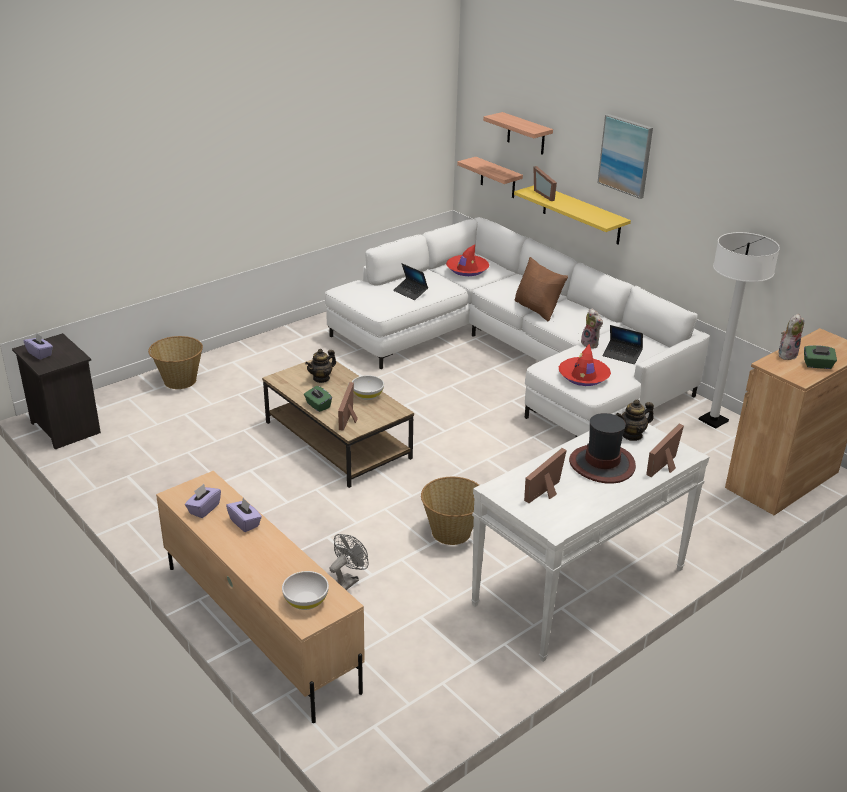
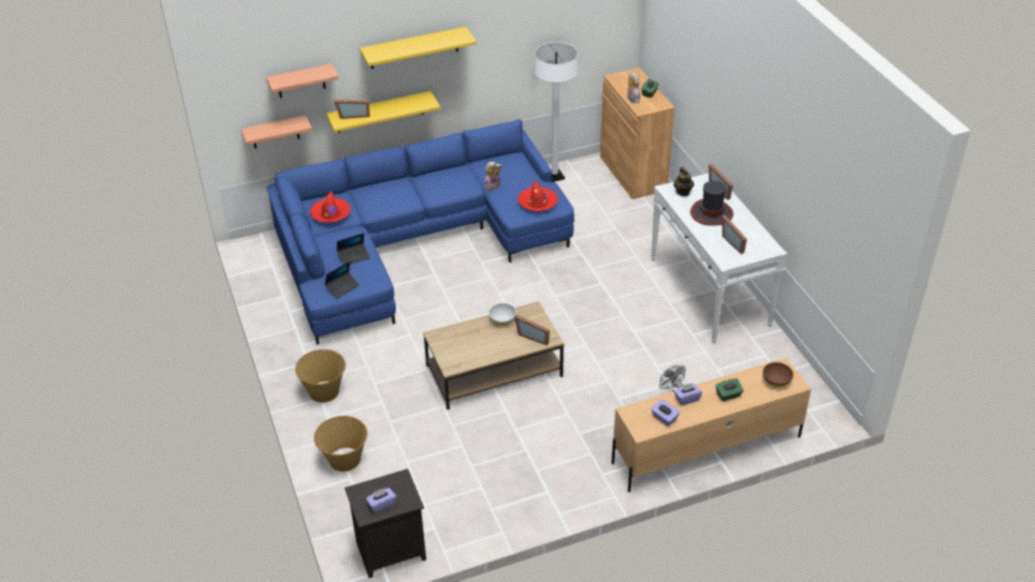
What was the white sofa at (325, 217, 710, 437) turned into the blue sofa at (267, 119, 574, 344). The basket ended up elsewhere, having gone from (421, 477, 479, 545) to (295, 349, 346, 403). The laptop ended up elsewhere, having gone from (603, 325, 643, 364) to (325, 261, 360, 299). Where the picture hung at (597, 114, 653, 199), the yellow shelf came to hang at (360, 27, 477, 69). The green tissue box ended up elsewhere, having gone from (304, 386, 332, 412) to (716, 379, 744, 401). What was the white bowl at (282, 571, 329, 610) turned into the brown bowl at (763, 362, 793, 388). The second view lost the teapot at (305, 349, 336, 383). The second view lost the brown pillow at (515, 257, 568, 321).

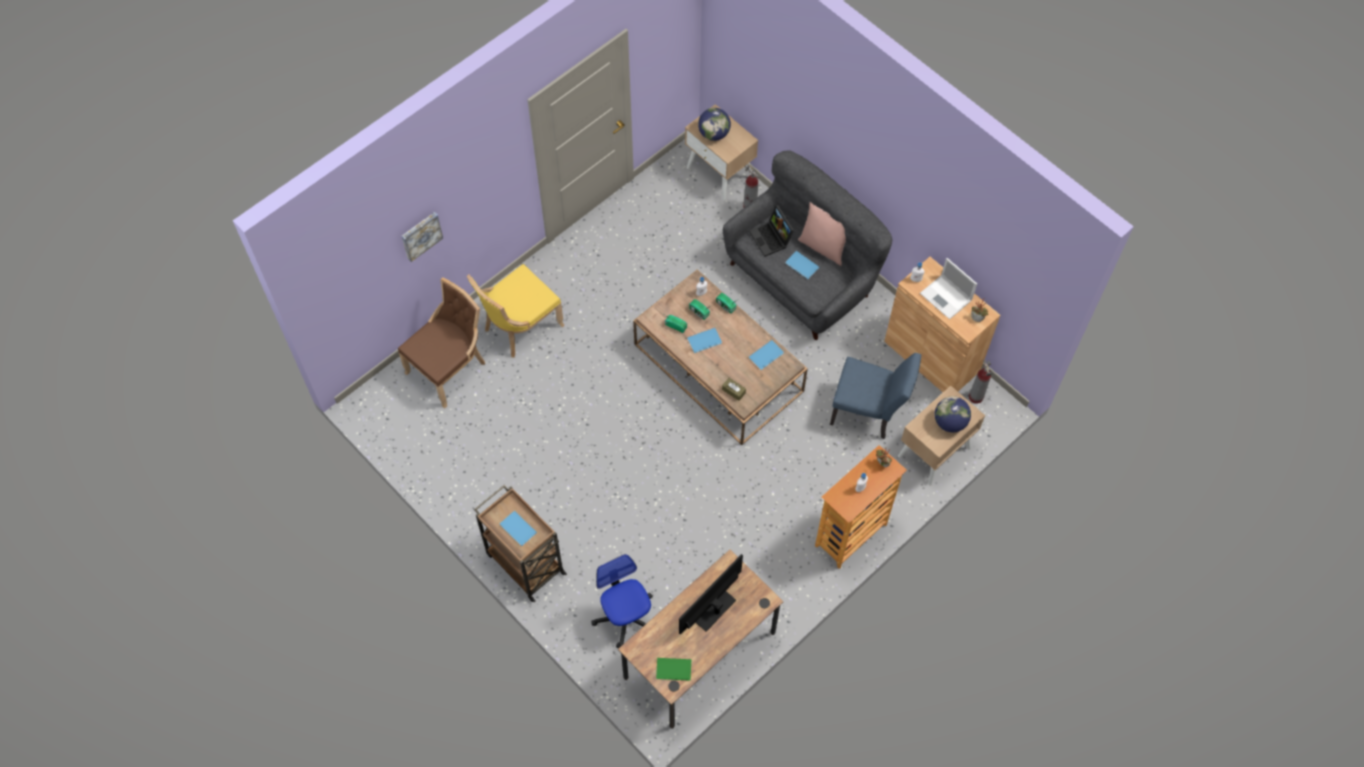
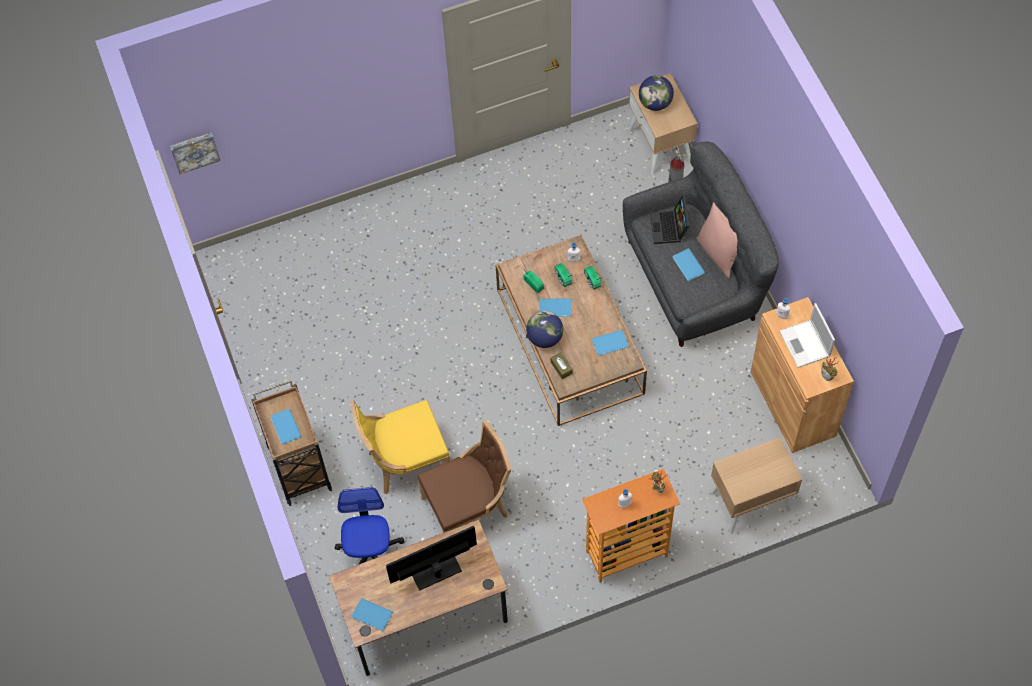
The picture ended up elsewhere, having gone from (402, 212, 443, 262) to (170, 132, 220, 174). The yellow chair ended up elsewhere, having gone from (467, 264, 565, 358) to (350, 400, 450, 495). What was the green book at (656, 658, 691, 681) turned into the blue book at (352, 598, 393, 631). The brown chair ended up elsewhere, having gone from (398, 277, 485, 409) to (418, 421, 512, 533). The globe ended up elsewhere, having gone from (935, 396, 971, 432) to (526, 311, 563, 348). The second view lost the blue chair at (830, 353, 921, 439). The second view lost the fire extinguisher at (969, 359, 992, 404).

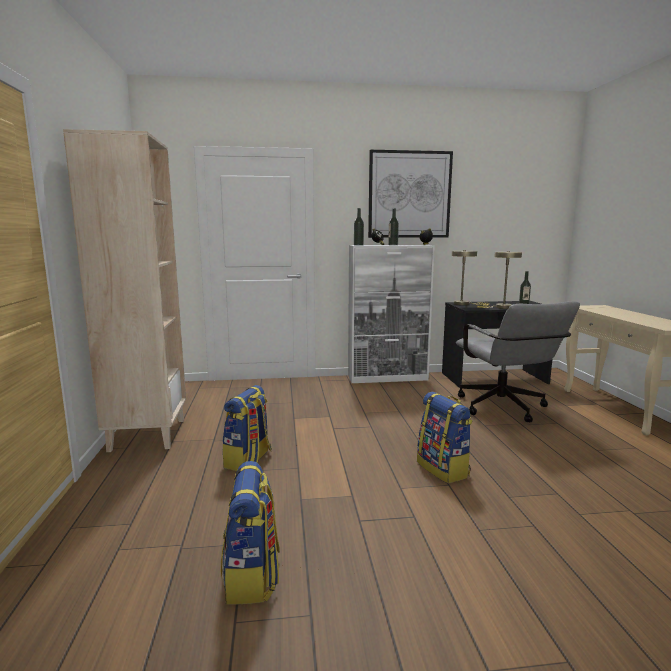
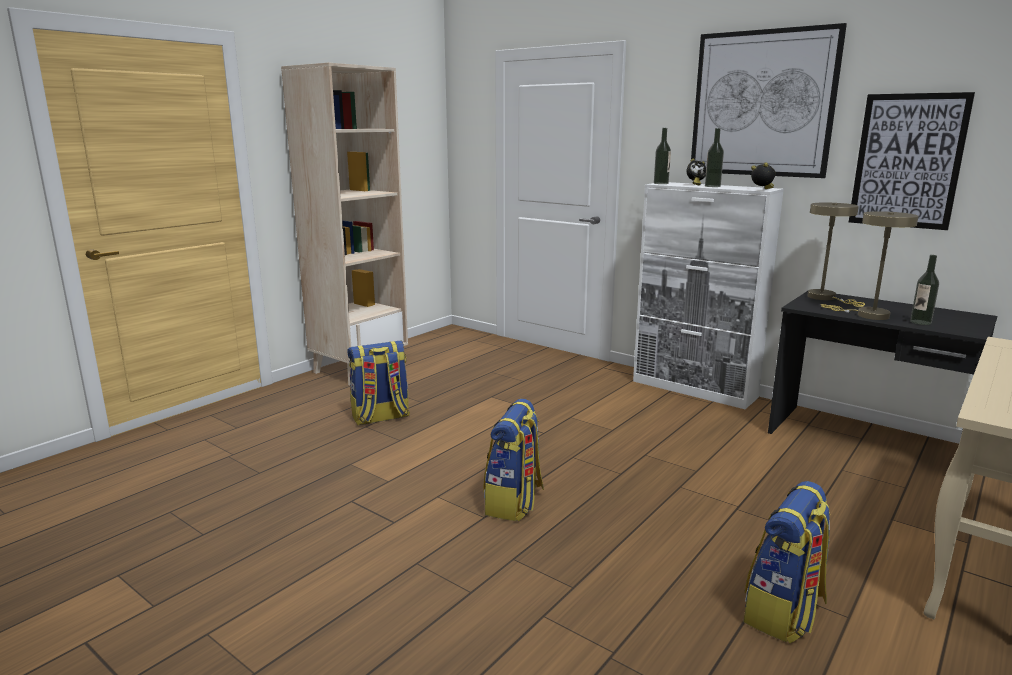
The backpack ended up elsewhere, having gone from (221, 461, 280, 604) to (743, 481, 830, 644). The second view gained the picture at (849, 92, 975, 230). The second view lost the grey office chair at (456, 301, 580, 422).

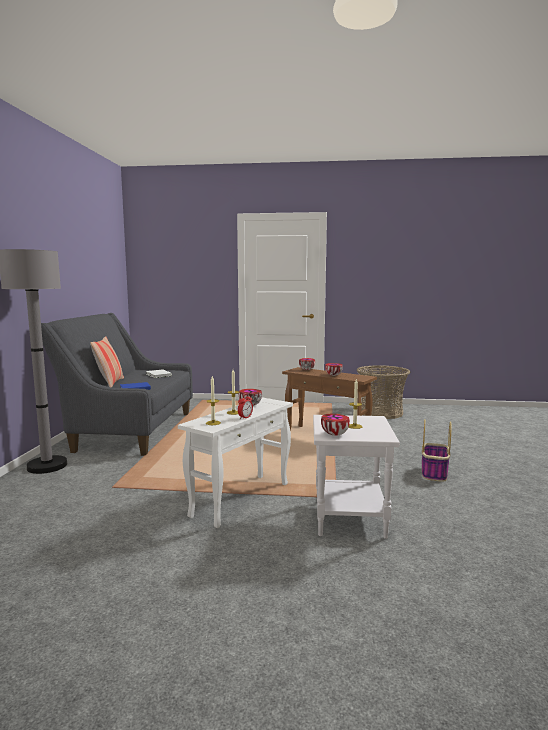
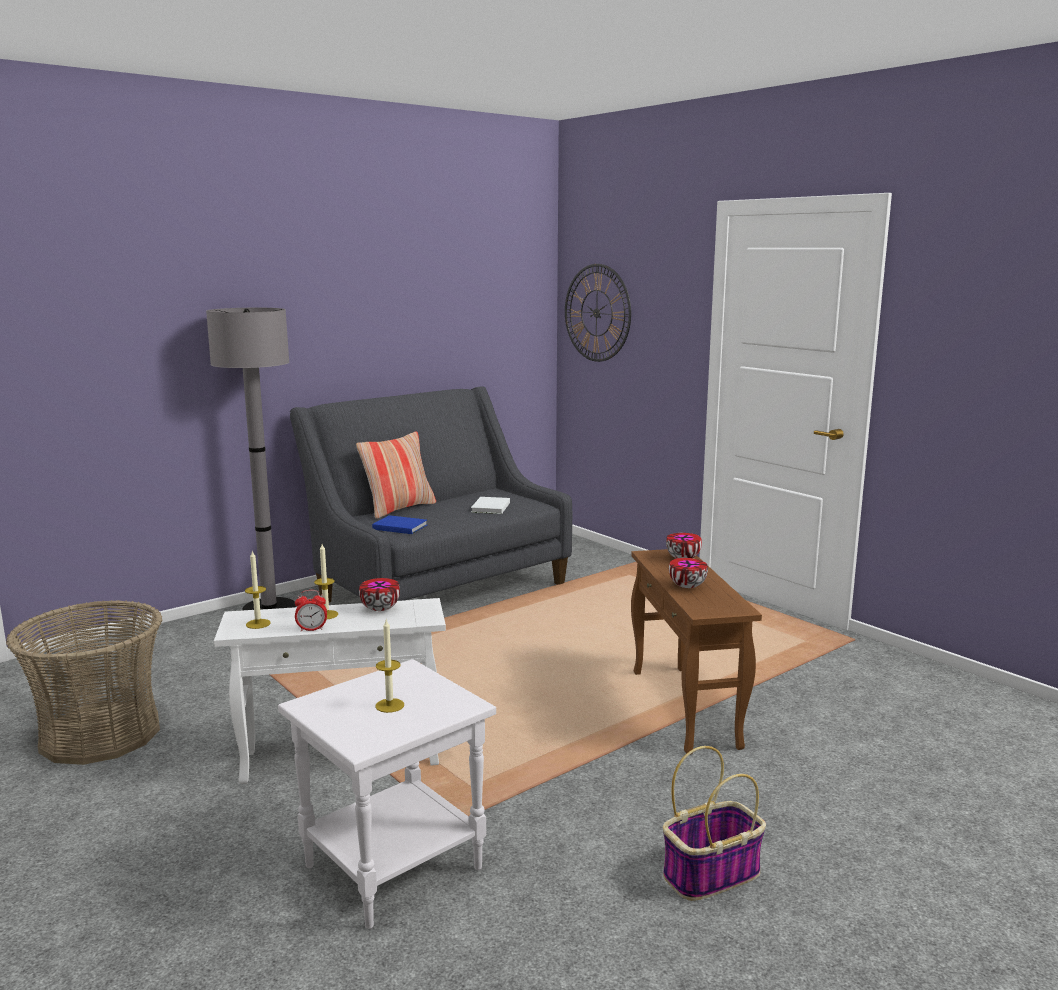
The basket ended up elsewhere, having gone from (357, 365, 410, 419) to (6, 600, 162, 765). The second view gained the wall clock at (565, 264, 631, 362). The second view lost the bowl at (321, 413, 350, 436).

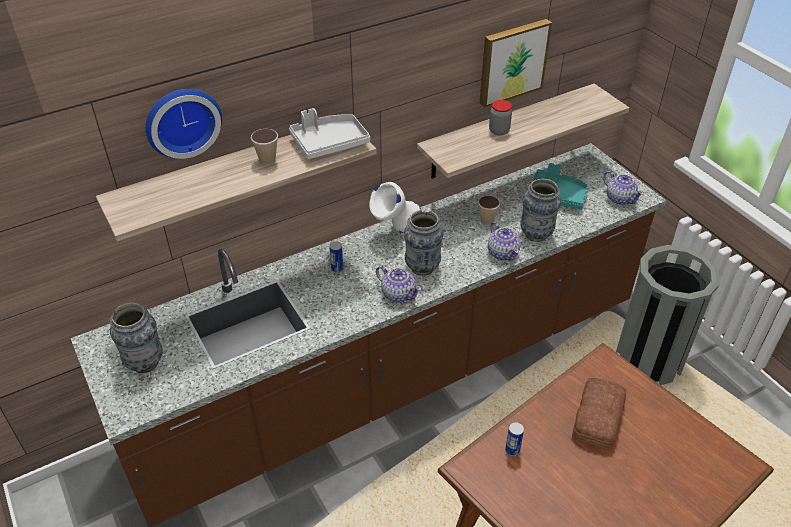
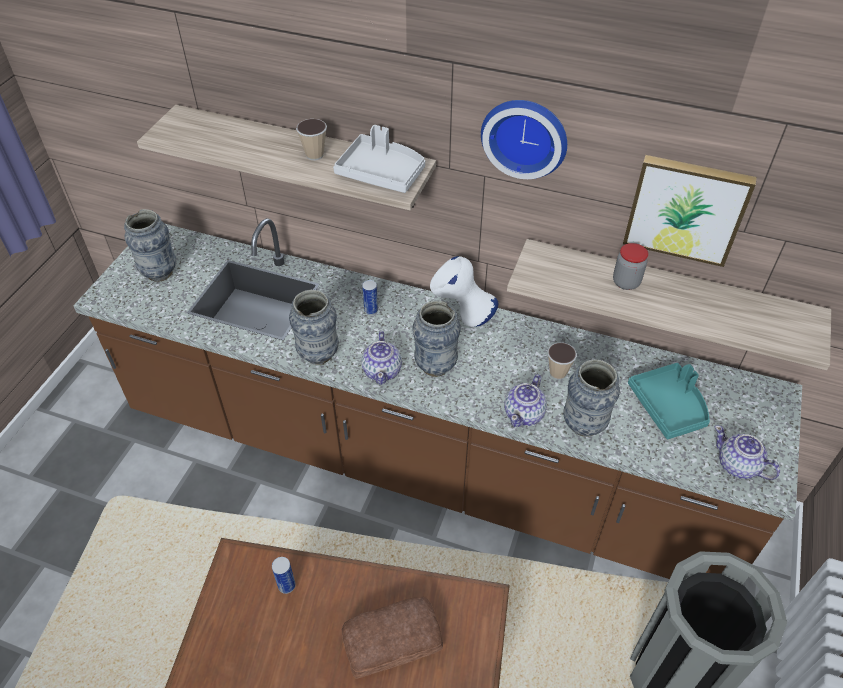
The second view gained the vase at (289, 290, 339, 365). The wall clock ended up elsewhere, having gone from (146, 89, 222, 159) to (481, 100, 567, 179). The teapot at (603, 171, 644, 205) ended up facing another way, 120 degrees clockwise from before.

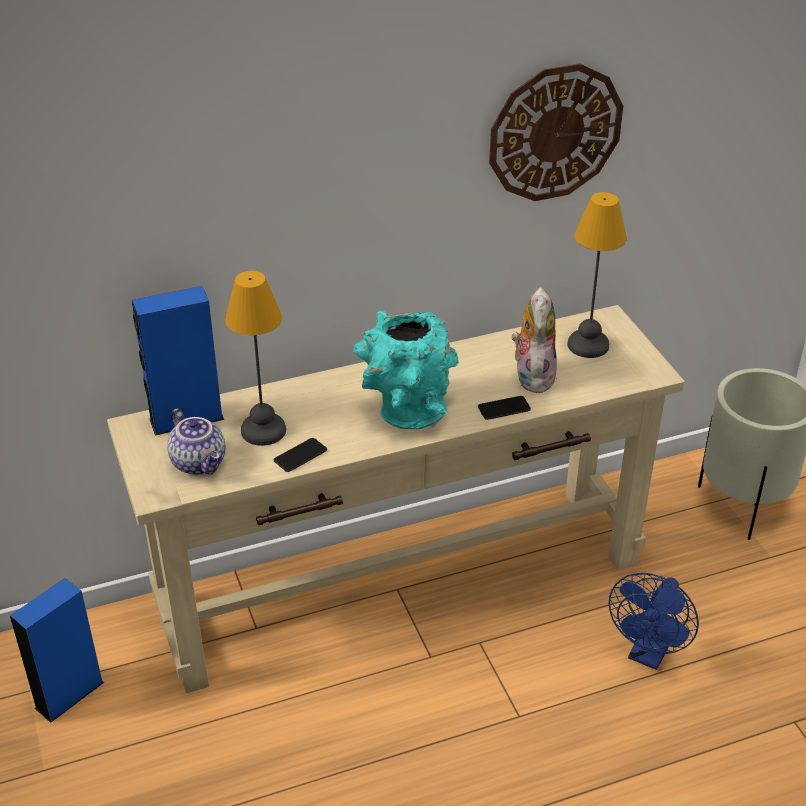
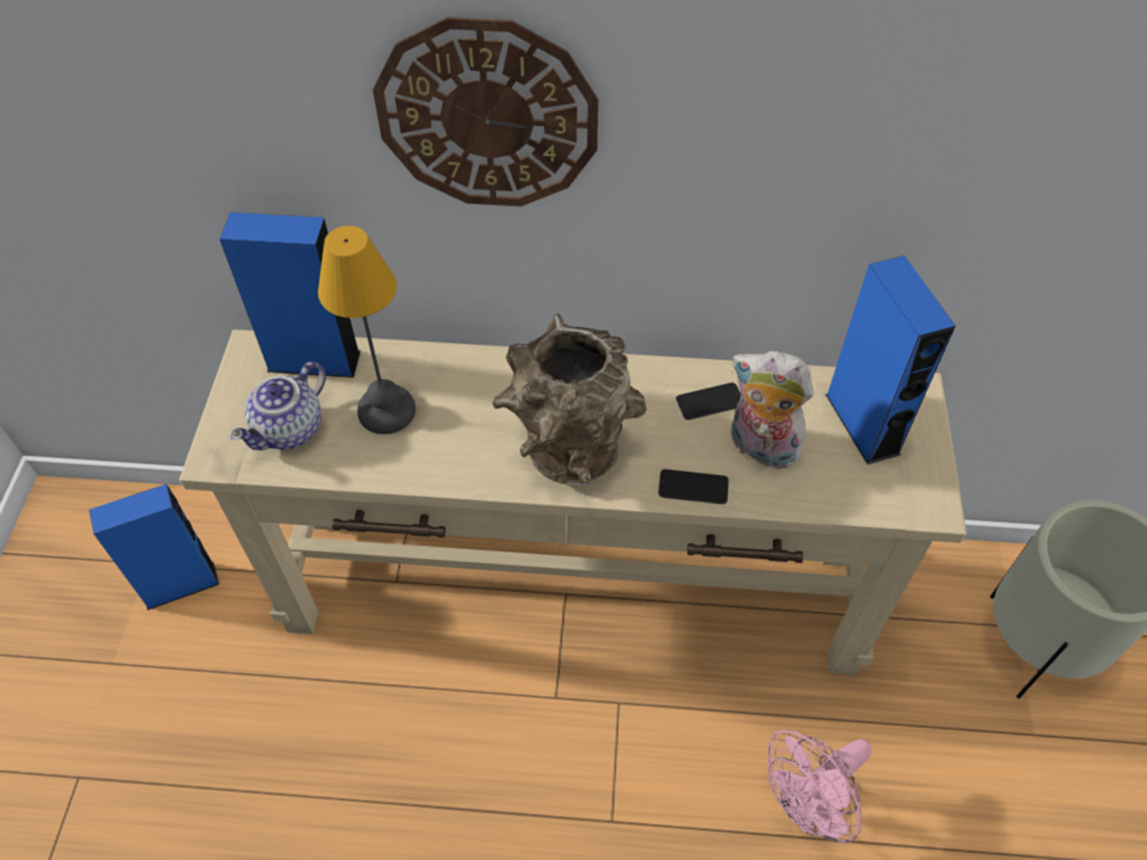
The teapot at (167, 409, 226, 475) ended up facing another way, 45 degrees clockwise from before. The wall clock ended up elsewhere, having gone from (489, 63, 623, 201) to (373, 17, 598, 207). What was the turquoise vase at (353, 311, 459, 429) turned into the brown vase at (492, 314, 646, 486). The phone ended up elsewhere, having gone from (274, 438, 327, 472) to (676, 383, 741, 420). The plush toy at (512, 287, 557, 393) ended up facing another way, 90 degrees counterclockwise from before. What was the blue fan at (609, 573, 699, 670) turned into the pink fan at (768, 730, 872, 843). Where the table lamp stood at (567, 192, 627, 358), the blue speaker came to stand at (825, 255, 955, 465).

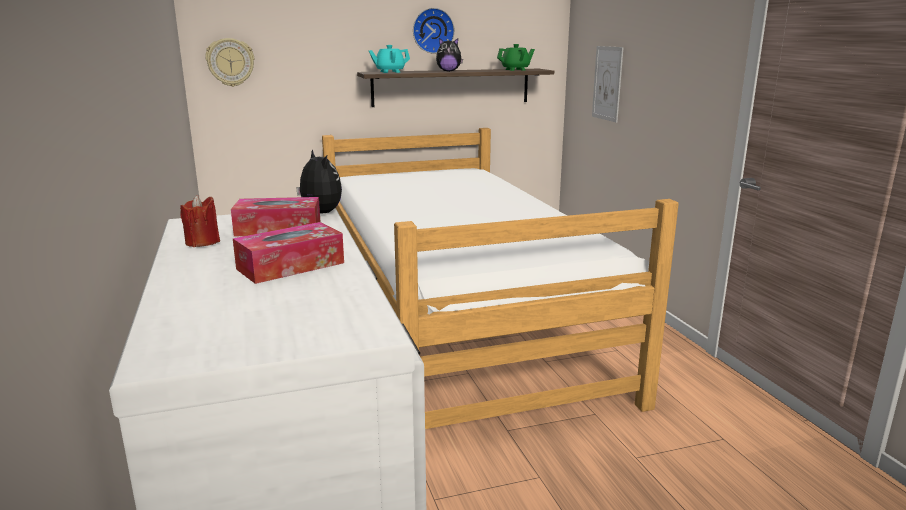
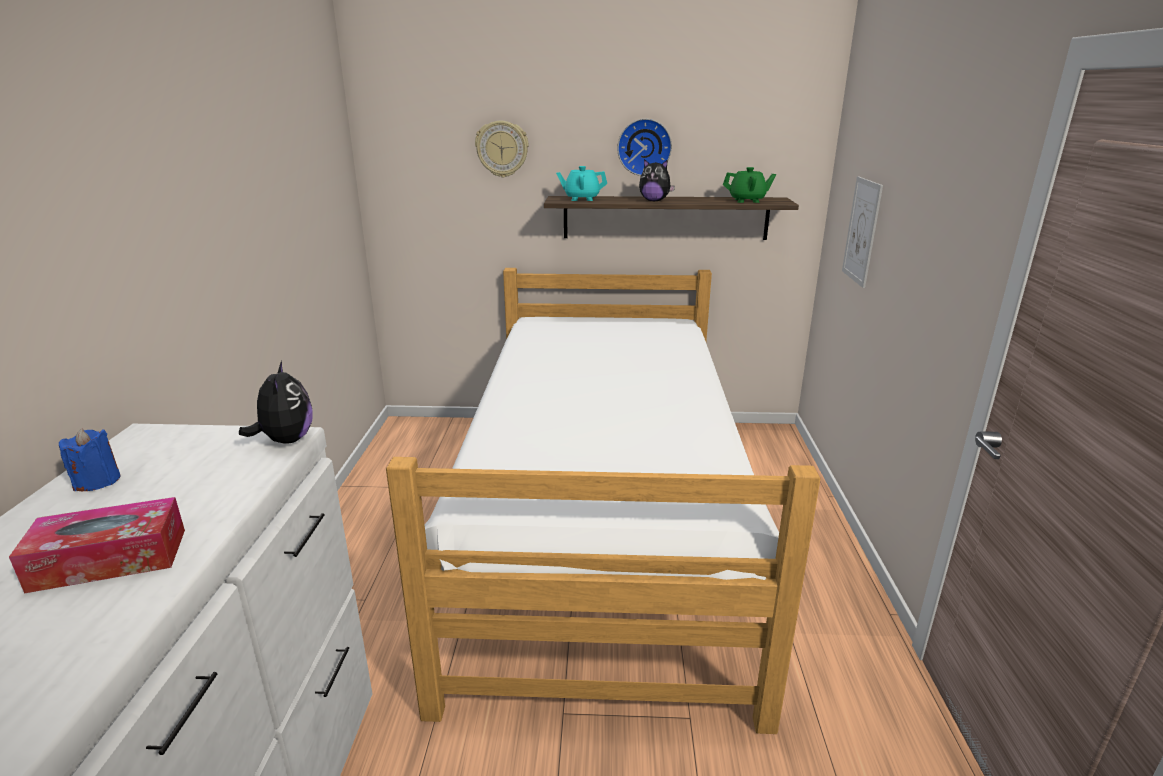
What was the red candle at (180, 195, 220, 247) turned into the blue candle at (59, 428, 120, 491). The wall clock ended up elsewhere, having gone from (205, 38, 254, 87) to (475, 121, 529, 177). The second view lost the tissue box at (231, 197, 320, 237).

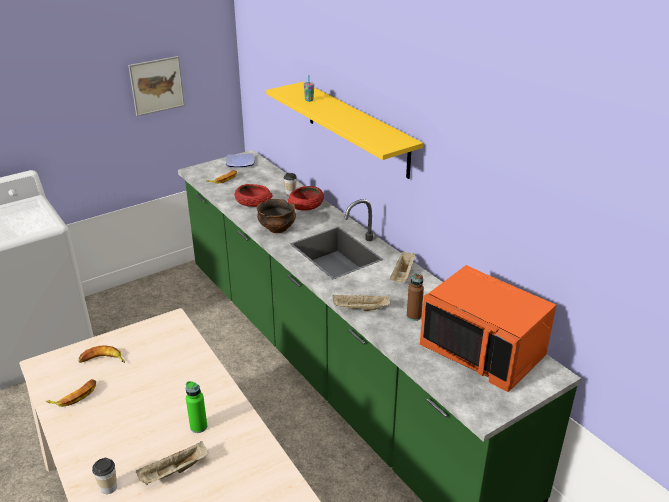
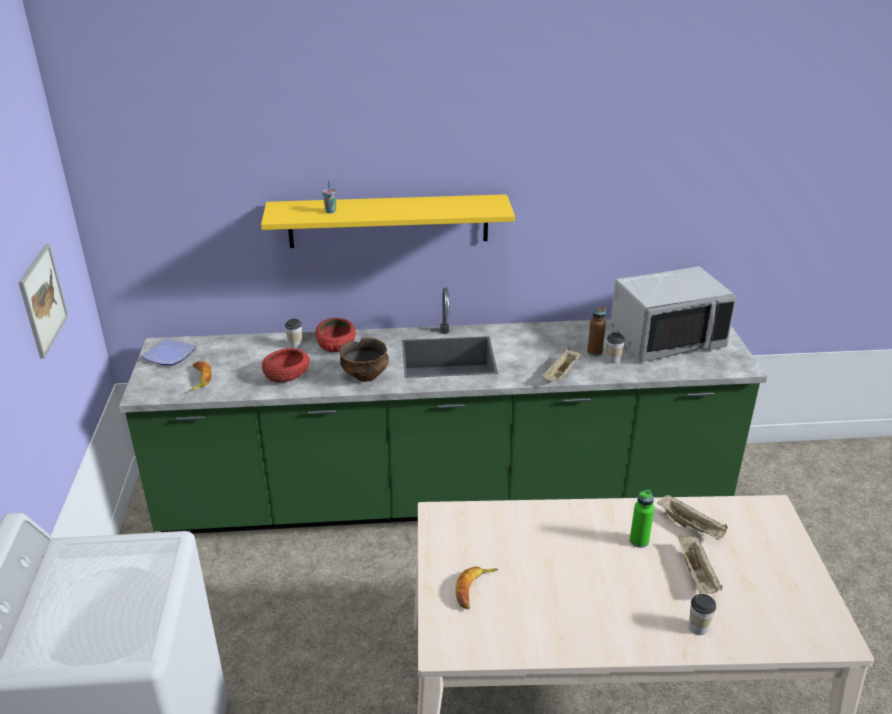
The second view gained the cup at (607, 332, 625, 364). What was the orange microwave at (420, 265, 556, 392) turned into the grey microwave at (610, 266, 737, 362). The beige tray ended up elsewhere, having gone from (390, 251, 416, 282) to (657, 495, 728, 540). The second view lost the banana at (46, 379, 96, 407).

